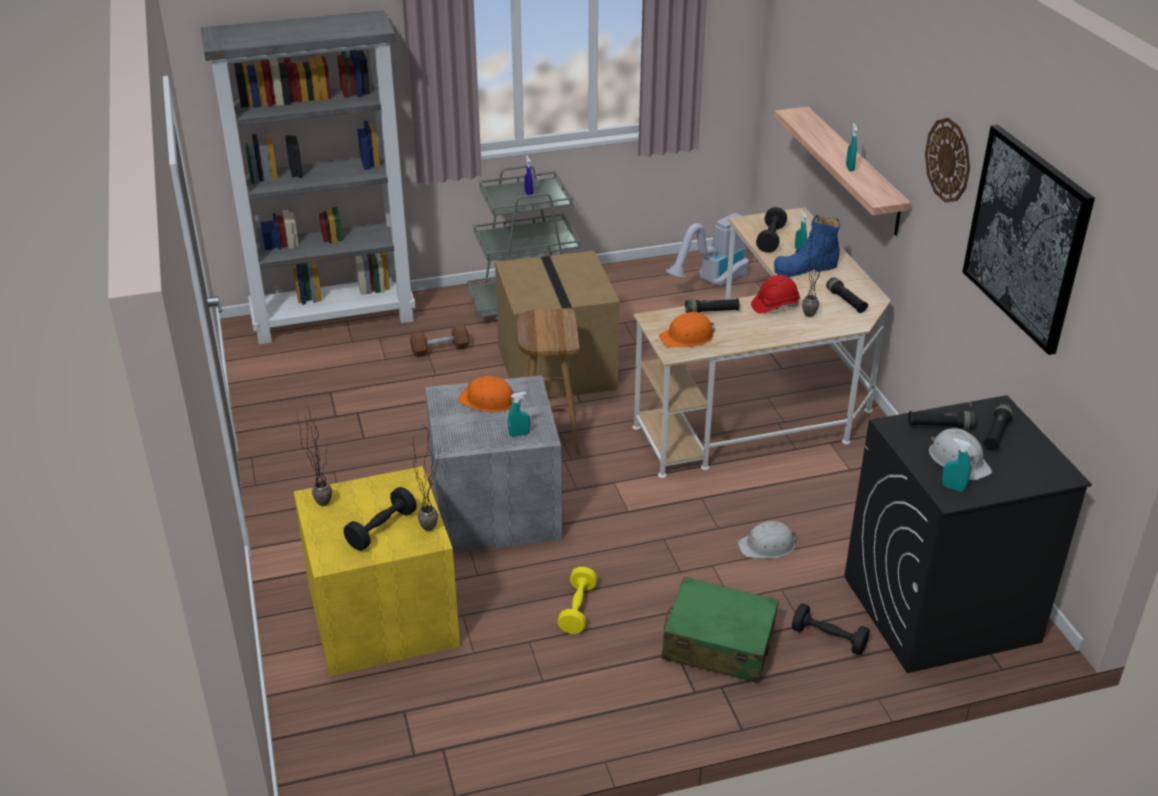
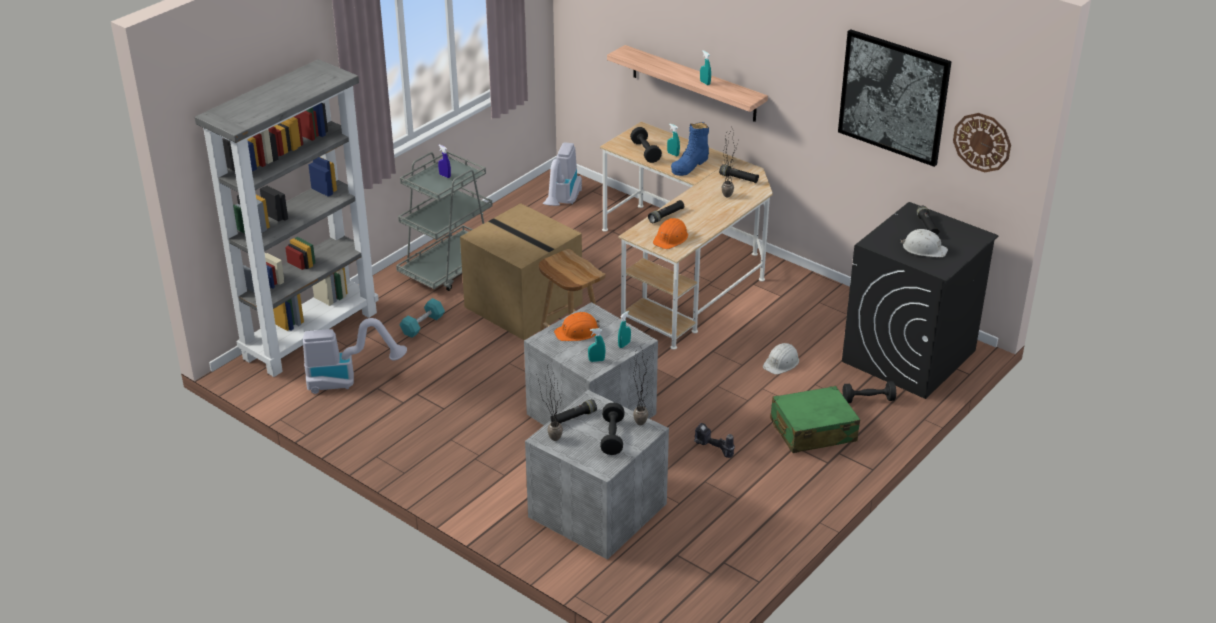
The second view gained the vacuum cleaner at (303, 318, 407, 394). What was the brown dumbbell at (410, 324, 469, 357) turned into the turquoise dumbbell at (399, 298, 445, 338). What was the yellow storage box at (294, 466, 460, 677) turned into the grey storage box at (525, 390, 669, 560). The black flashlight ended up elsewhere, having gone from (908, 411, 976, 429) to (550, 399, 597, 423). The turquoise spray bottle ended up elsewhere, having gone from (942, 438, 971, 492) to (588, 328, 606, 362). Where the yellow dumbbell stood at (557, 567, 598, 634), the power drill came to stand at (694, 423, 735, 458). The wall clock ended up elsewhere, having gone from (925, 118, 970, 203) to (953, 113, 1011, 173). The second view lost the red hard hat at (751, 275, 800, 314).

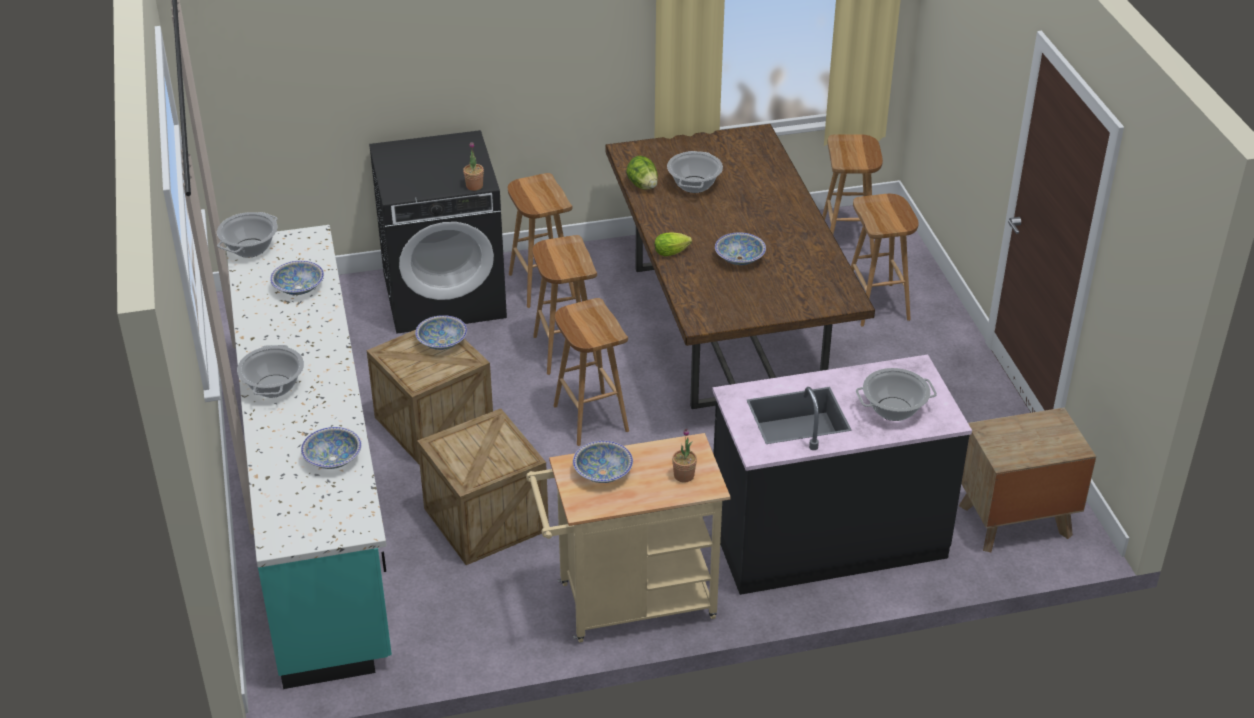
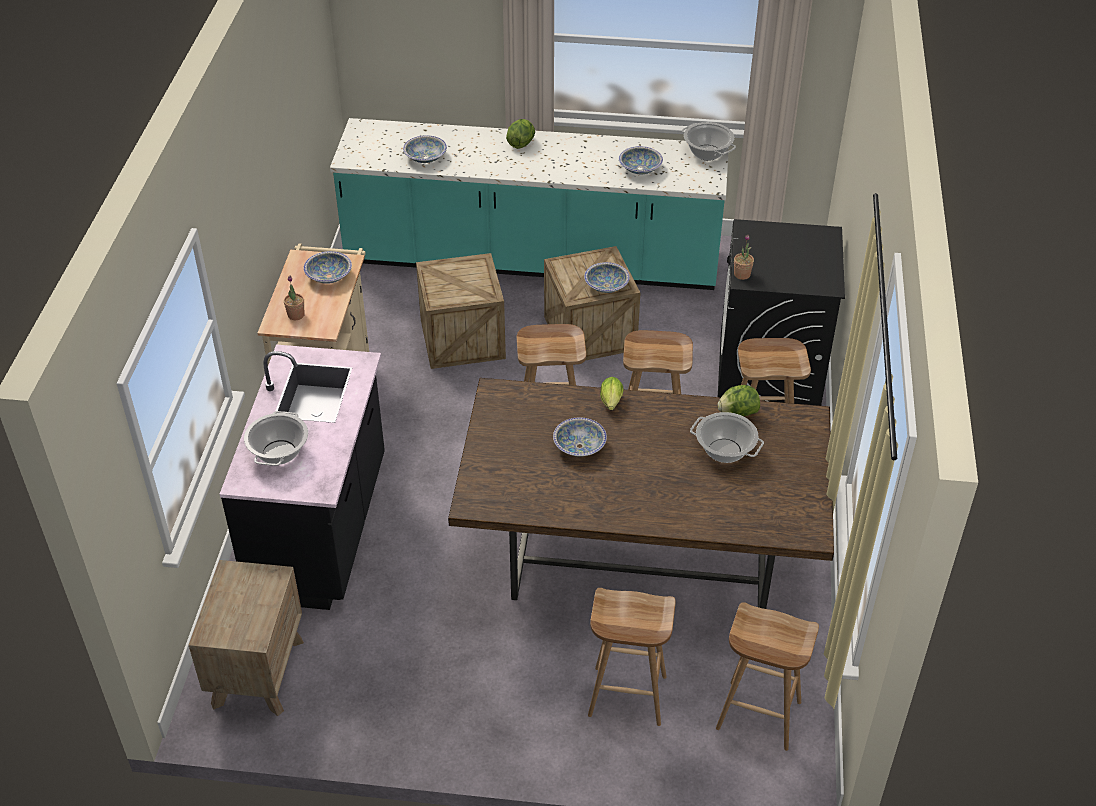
Where the cooking pot stood at (237, 345, 304, 398), the lettuce came to stand at (506, 119, 535, 149).

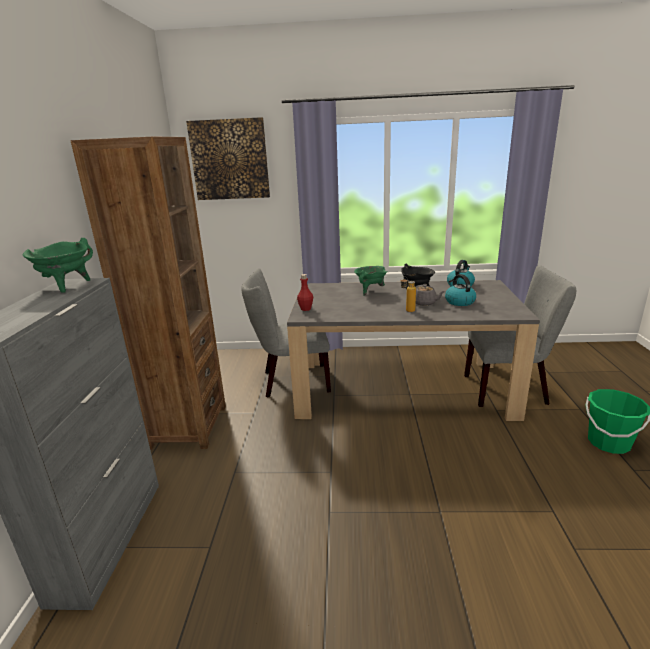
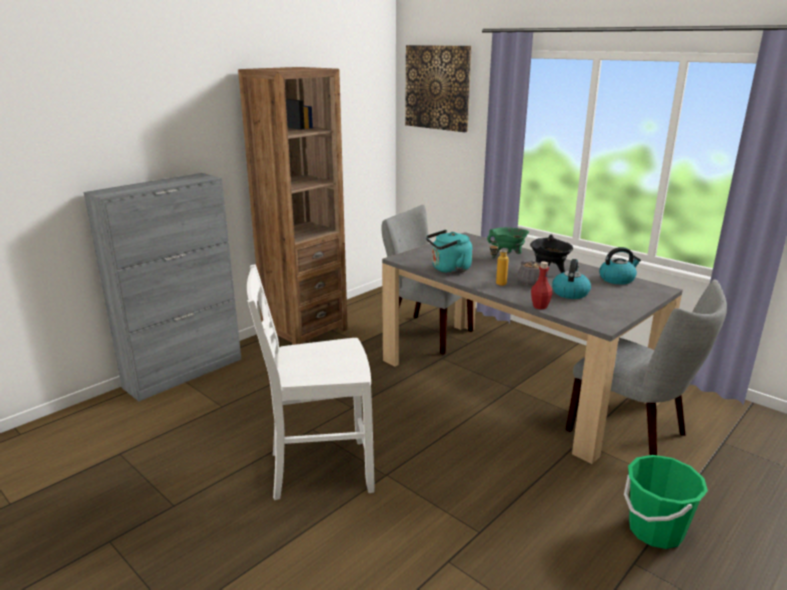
The second view gained the white chair at (247, 264, 375, 500). The second view gained the turquoise kettle at (426, 230, 472, 274). The red bottle ended up elsewhere, having gone from (297, 274, 313, 311) to (531, 262, 552, 309). The second view lost the green cooking pot at (22, 238, 93, 293).

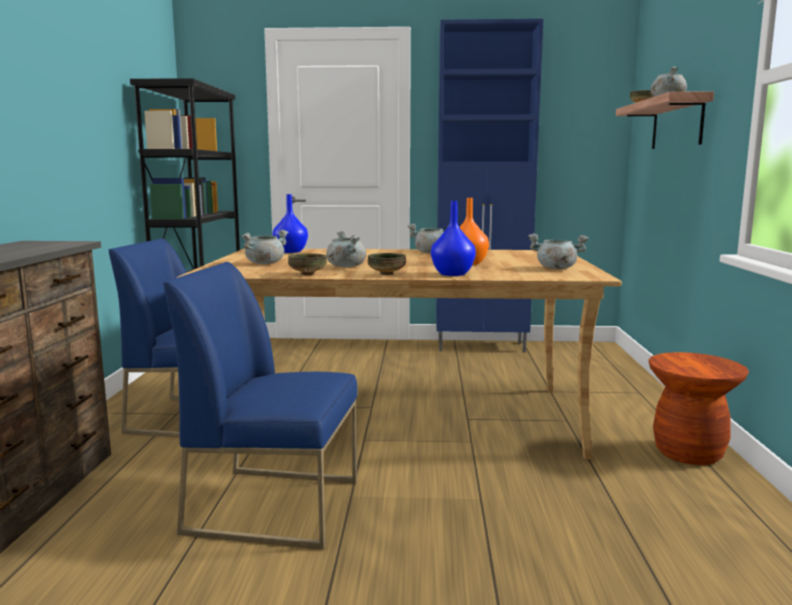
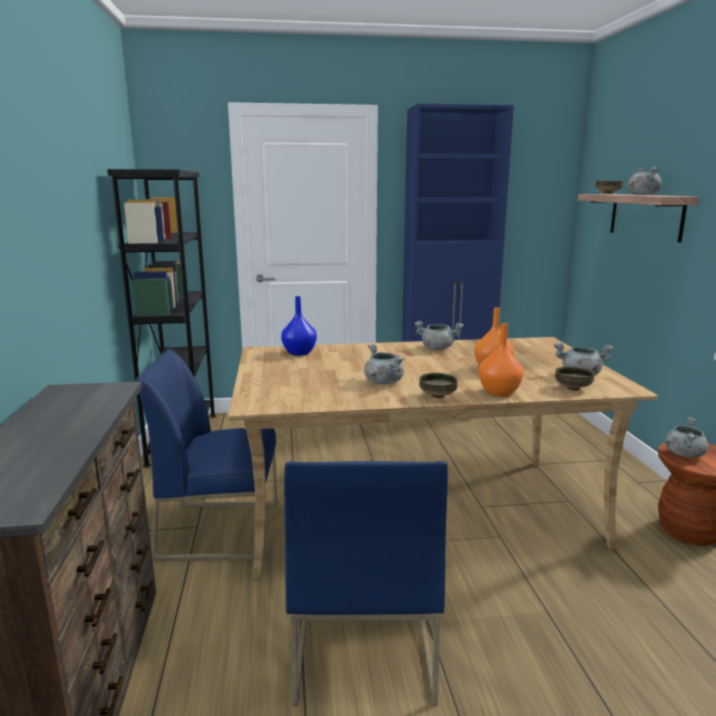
The blue chair at (163, 262, 358, 549) ended up facing another way, 90 degrees counterclockwise from before. What was the blue vase at (431, 201, 476, 276) turned into the orange vase at (478, 323, 524, 396). The bowl ended up elsewhere, having gone from (288, 253, 327, 275) to (555, 366, 594, 391). The grey cooking pot ended up elsewhere, having gone from (241, 230, 288, 264) to (665, 417, 708, 458).

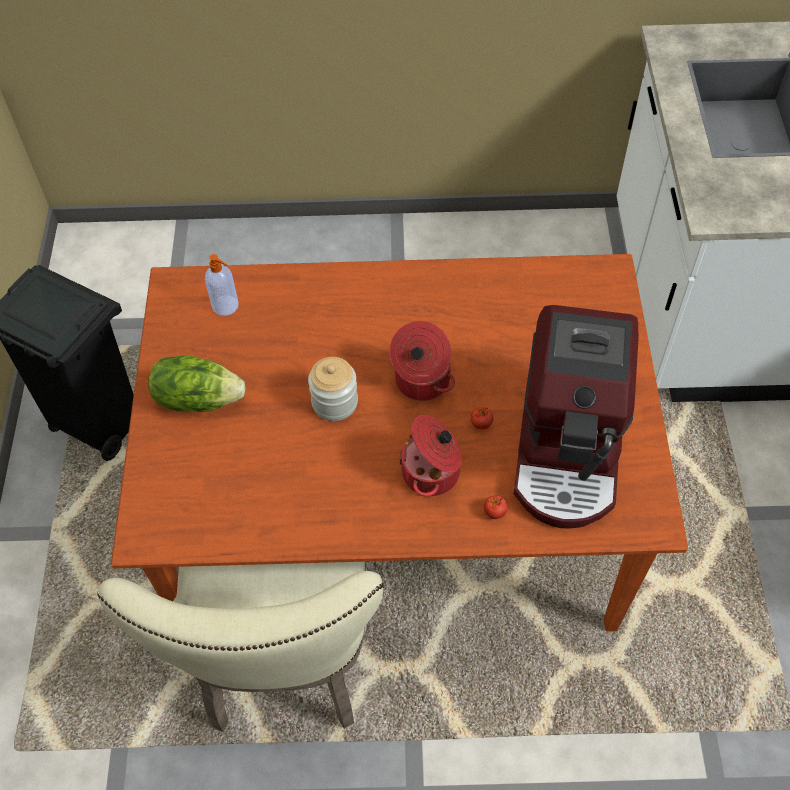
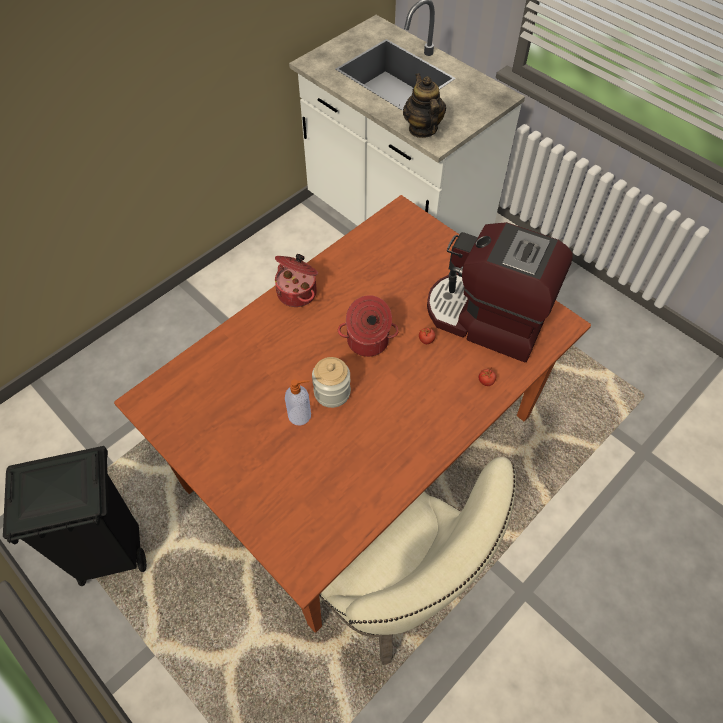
The cooking pot ended up elsewhere, having gone from (399, 415, 462, 497) to (275, 254, 318, 307). The soap dispenser ended up elsewhere, having gone from (205, 254, 239, 316) to (285, 379, 311, 425). The second view gained the teapot at (403, 73, 446, 138). The coffee machine at (514, 305, 639, 528) ended up facing another way, 150 degrees clockwise from before. The second view lost the lettuce at (148, 355, 246, 412).

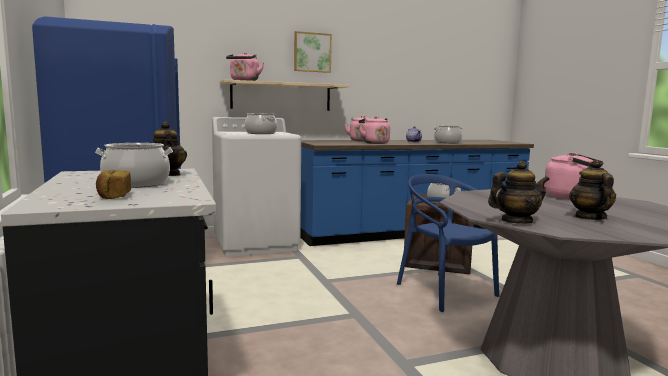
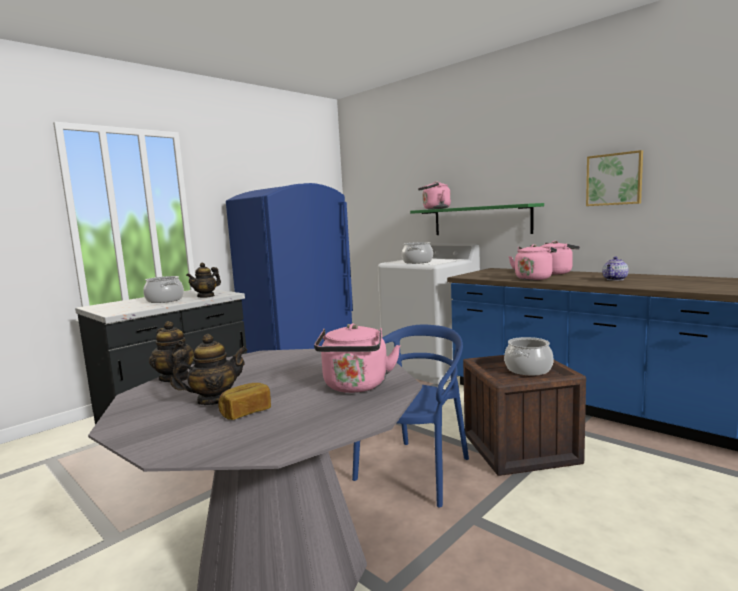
The bread ended up elsewhere, having gone from (96, 170, 131, 199) to (218, 383, 271, 420). What was the beige shelf at (220, 79, 349, 111) turned into the green shelf at (410, 203, 544, 235). The picture ended up elsewhere, having gone from (294, 31, 332, 73) to (586, 150, 643, 206). The second view lost the cooking pot at (434, 125, 463, 143).

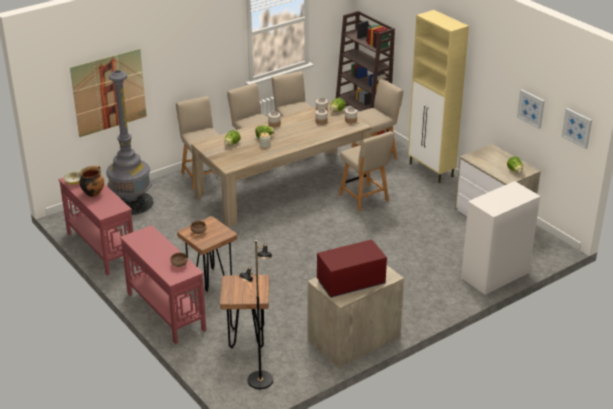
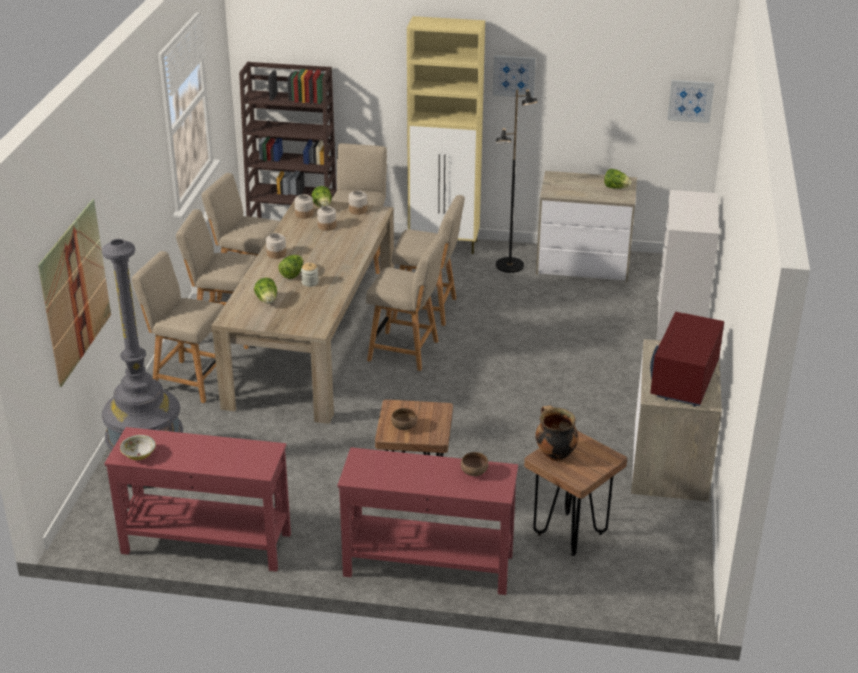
The second view gained the beige chair at (366, 234, 446, 371). The picture ended up elsewhere, having gone from (517, 90, 545, 129) to (493, 55, 536, 98). The black floor lamp ended up elsewhere, having gone from (239, 240, 273, 389) to (496, 89, 538, 273). The cooking pot ended up elsewhere, having gone from (79, 165, 104, 197) to (536, 406, 578, 461).

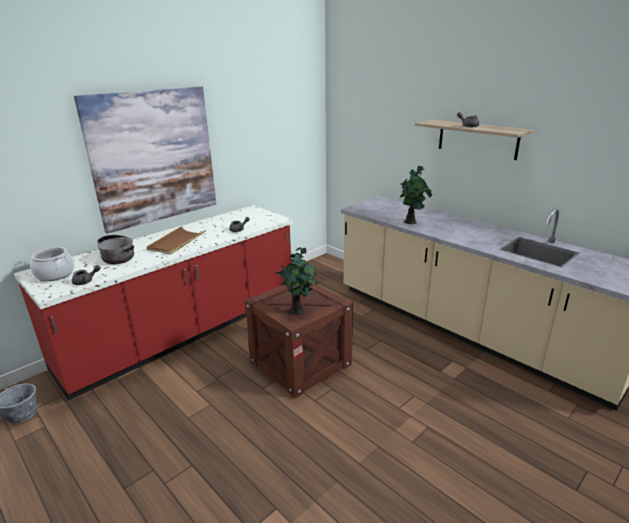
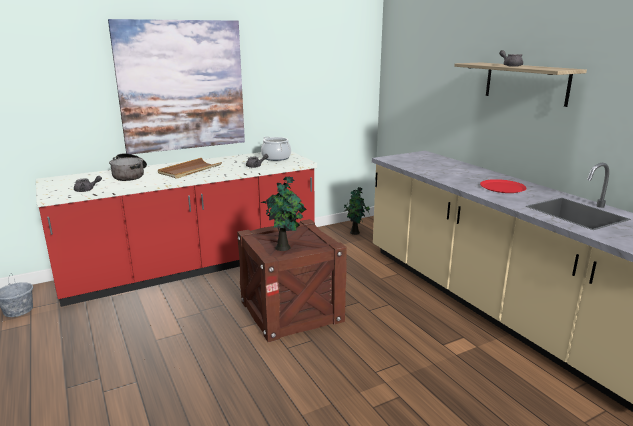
The cooking pot ended up elsewhere, having gone from (30, 247, 74, 281) to (261, 136, 291, 161). The potted plant ended up elsewhere, having gone from (399, 166, 432, 224) to (344, 187, 370, 235). The second view gained the red plate at (480, 179, 527, 193).

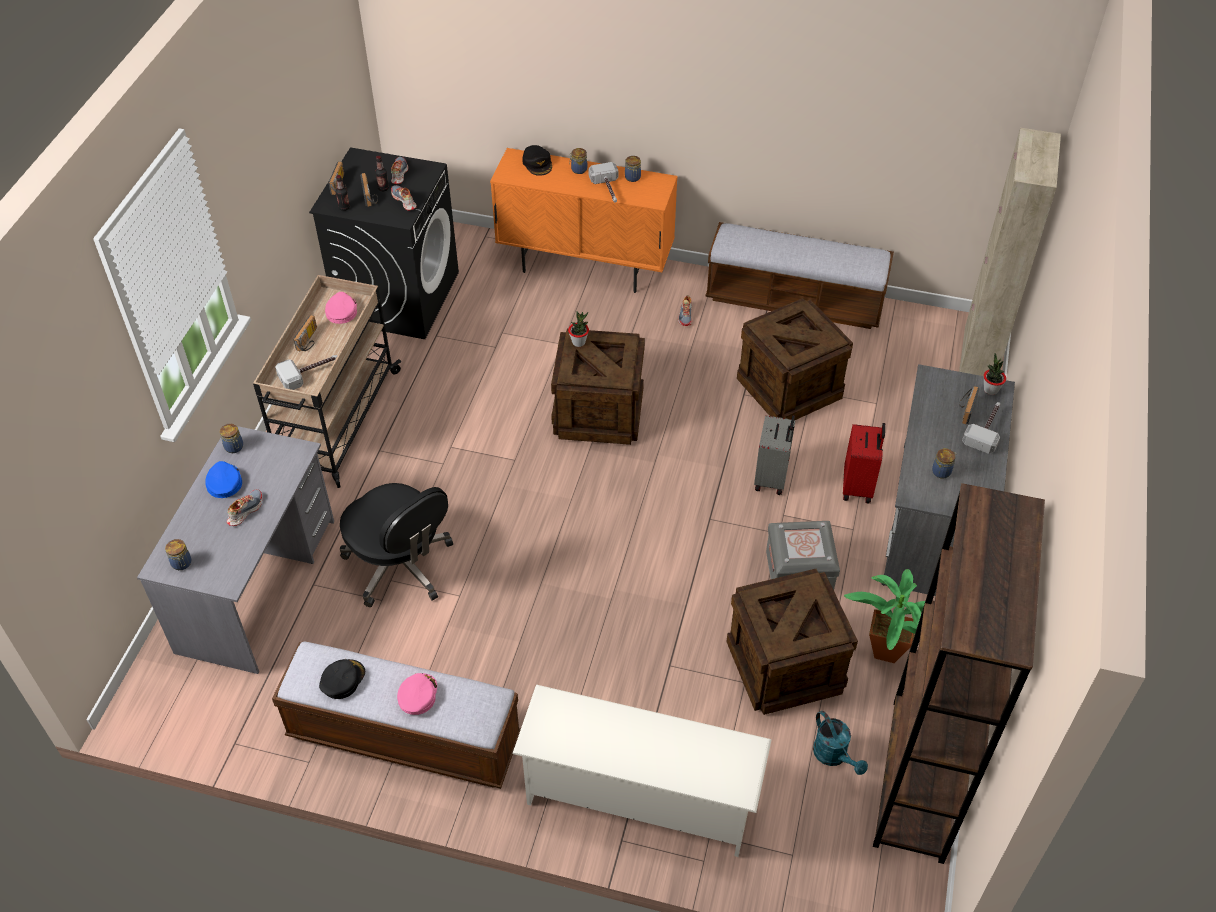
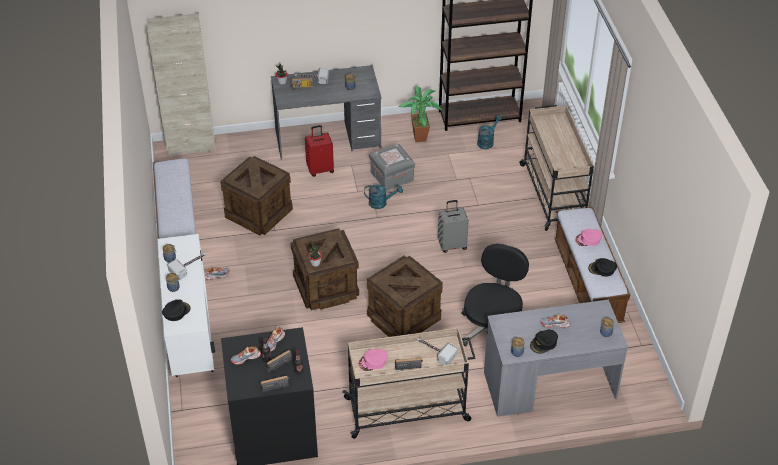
What was the orange cabinet at (490, 148, 678, 293) turned into the white cabinet at (158, 234, 215, 377). The second view gained the turquoise watering can at (364, 184, 403, 209). The crate ended up elsewhere, having gone from (726, 569, 858, 715) to (367, 255, 443, 337). The grey suitcase ended up elsewhere, having gone from (754, 415, 795, 495) to (438, 200, 469, 253). Where the white shoe rack stood at (512, 684, 772, 857), the beige cart came to stand at (519, 105, 594, 231). What was the blue cap at (205, 461, 242, 498) turned into the black cap at (530, 330, 558, 354).

